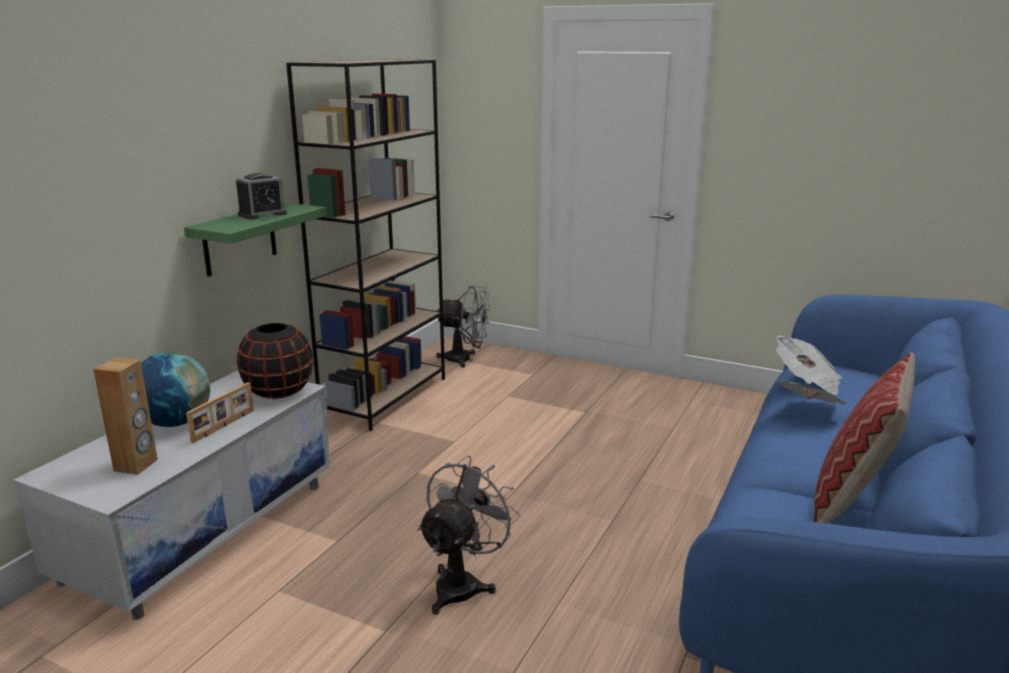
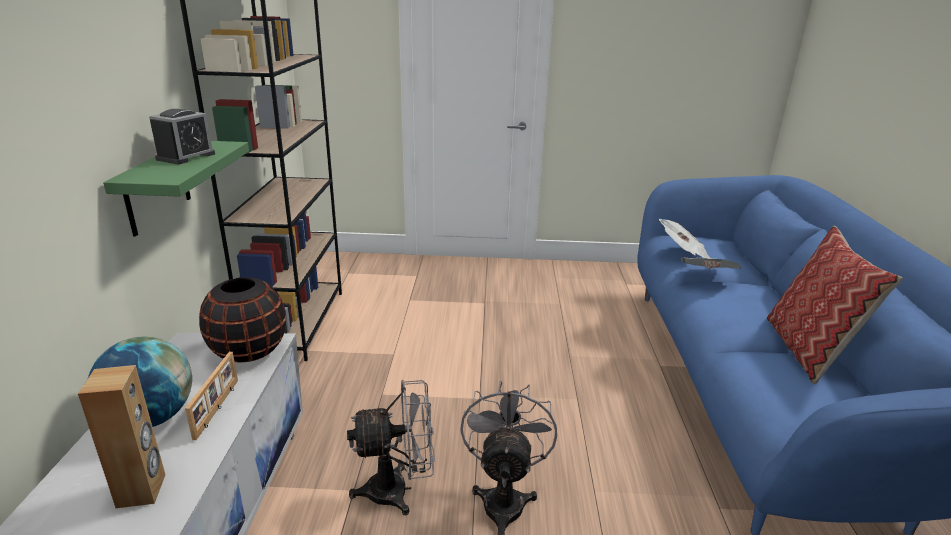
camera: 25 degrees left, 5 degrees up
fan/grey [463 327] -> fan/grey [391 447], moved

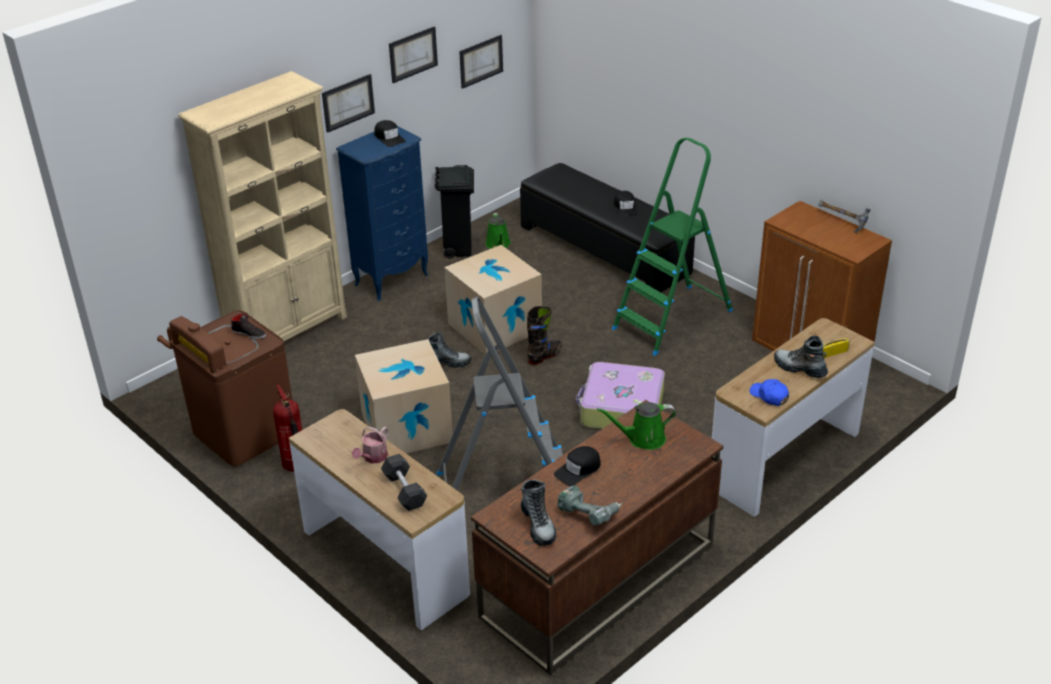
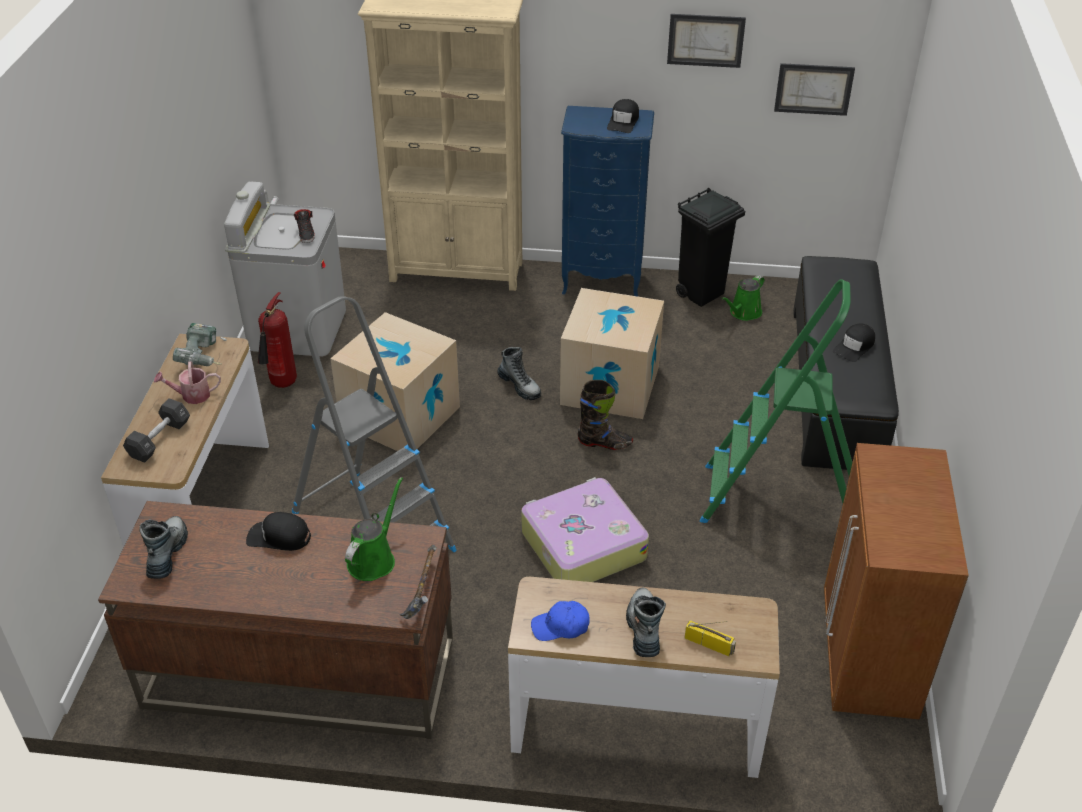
camera: 50 degrees right, 5 degrees up
picture [348 103] -> none
power drill [590 505] -> power drill [200 344], moved
hammer [844 216] -> hammer [418 582], moved
washing machine/brown [224 388] -> washing machine/grey [285 268]
boot [538 512] -> boot [163 547], 150 degrees clockwise
watering can/green [636 426] -> watering can/green [374 529], 75 degrees clockwise
cap/blue [769 392] -> cap/blue [560 621], 105 degrees counterclockwise

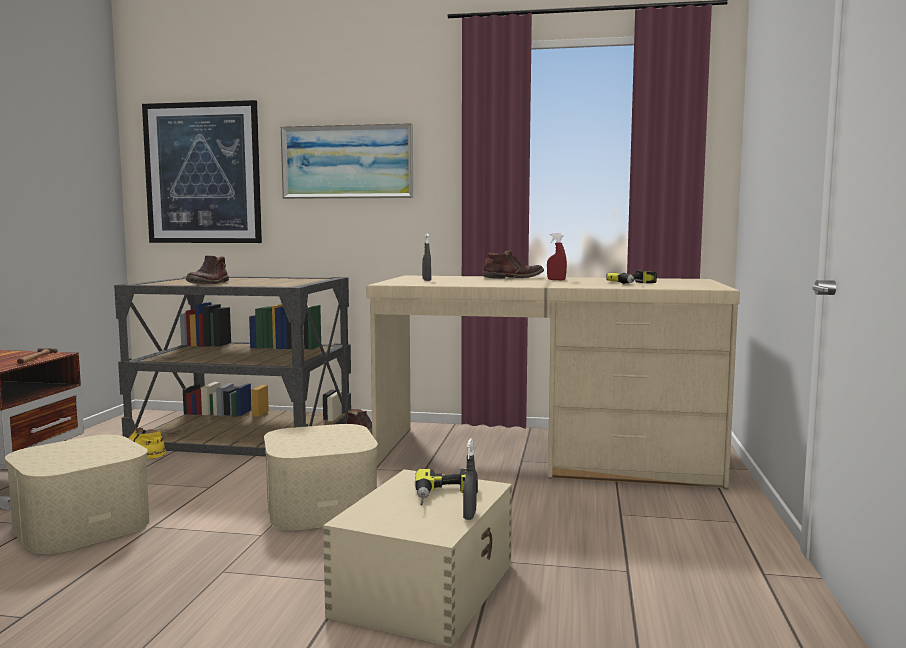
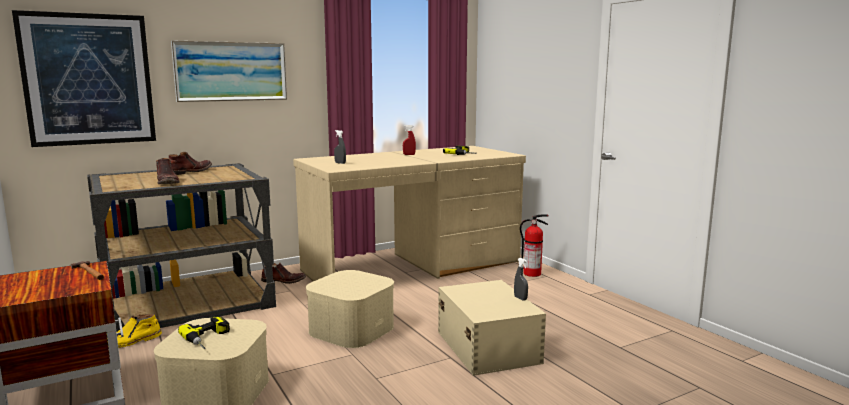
camera: 40 degrees left, 5 degrees up
none -> fire extinguisher [534 245]
power drill [446 486] -> power drill [204 332], moved
boot/brown [513 265] -> boot/brown [190 163], moved

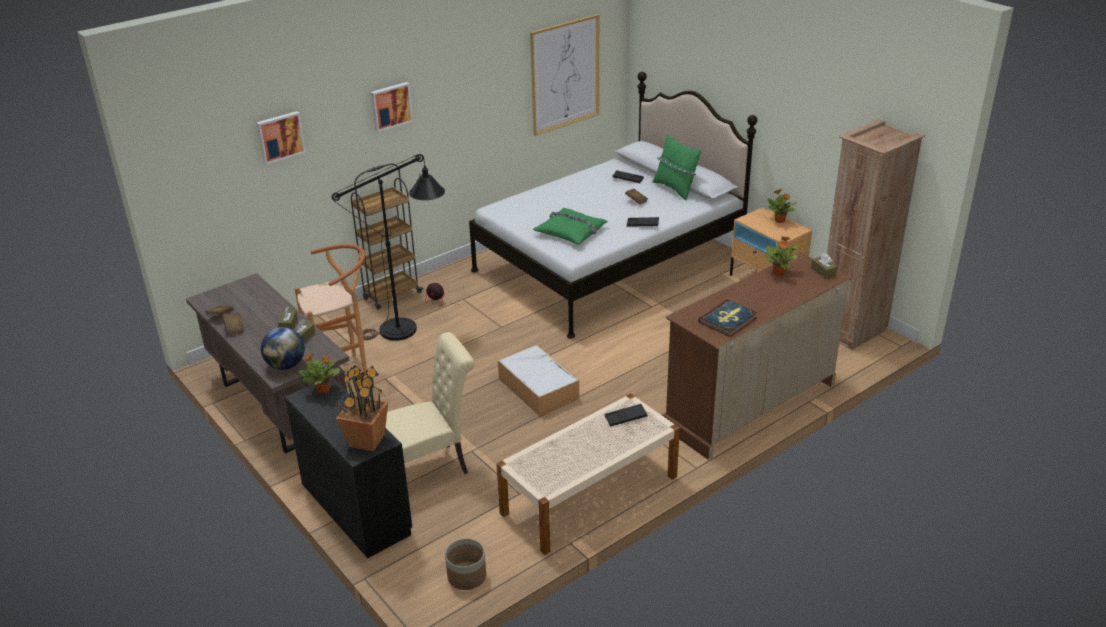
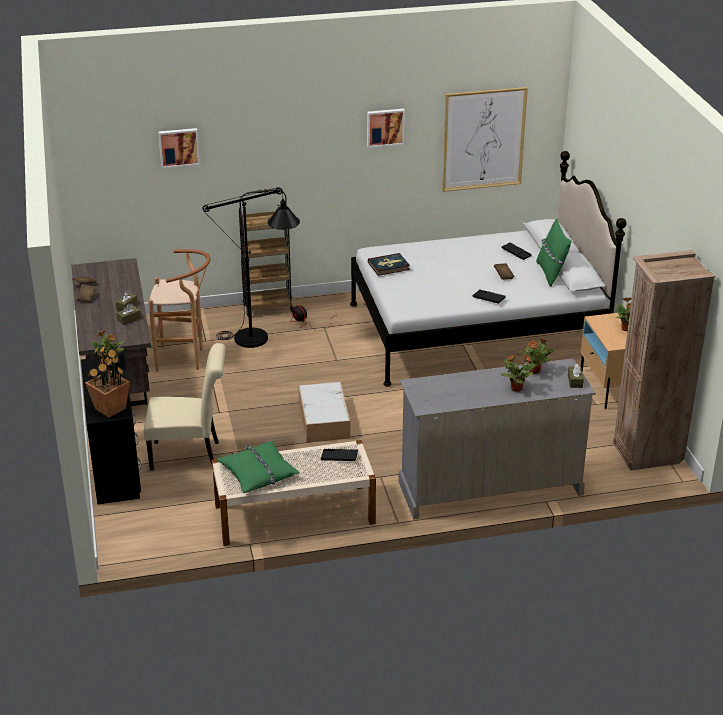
camera: 25 degrees right, 0 degrees up
globe [283 348] -> none
planter [465 564] -> none
none -> potted plant [517 373]
picture [392 107] -> picture [386 128], moved
pillow/green [570 226] -> pillow/green [258 467], moved
book [728 318] -> book [389 264], moved
dresser/brown [756 356] -> dresser/grey [497 439]

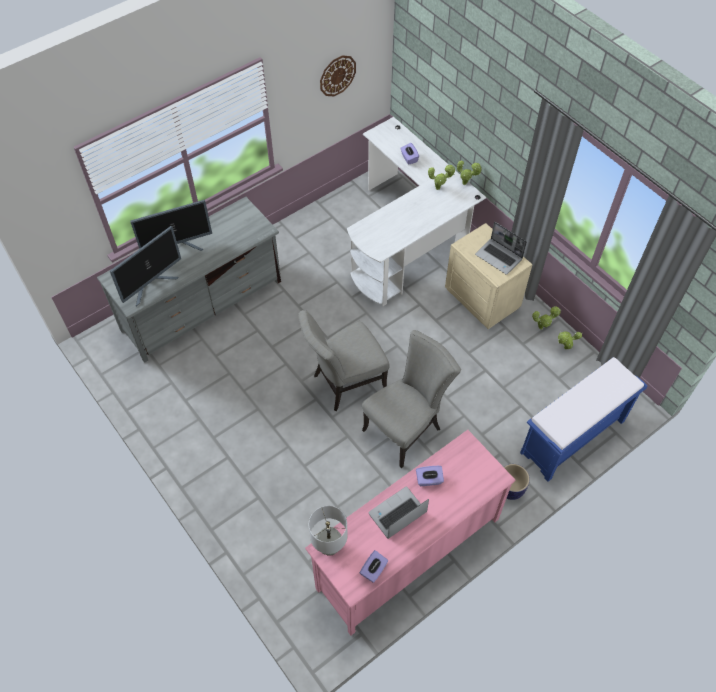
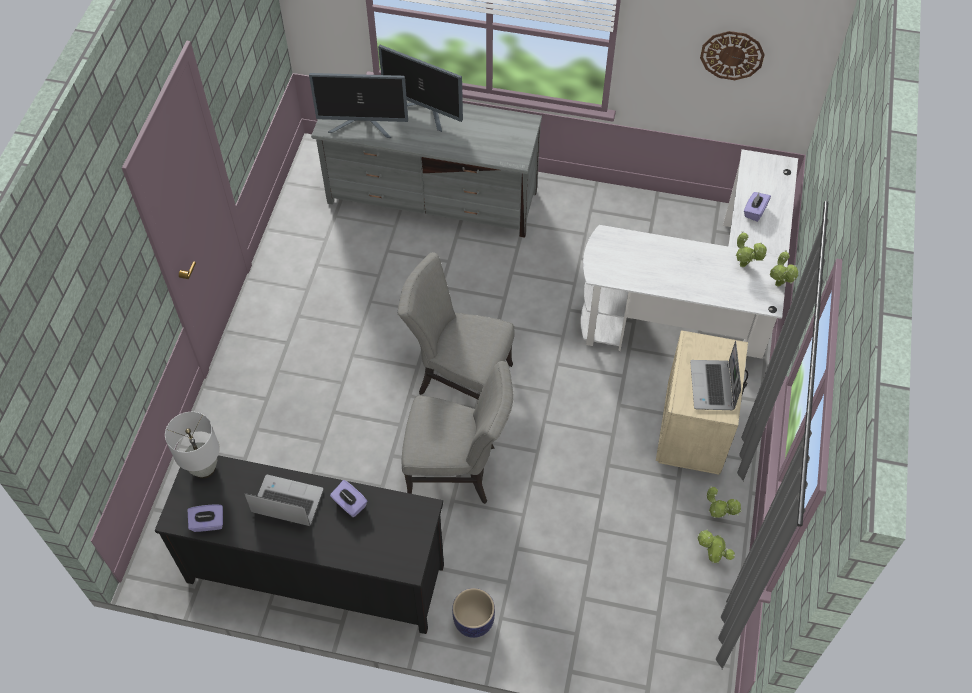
camera: 50 degrees right, 0 degrees up
bench/blue [584 419] -> none
dresser/pink [410 532] -> dresser/black [299 544]

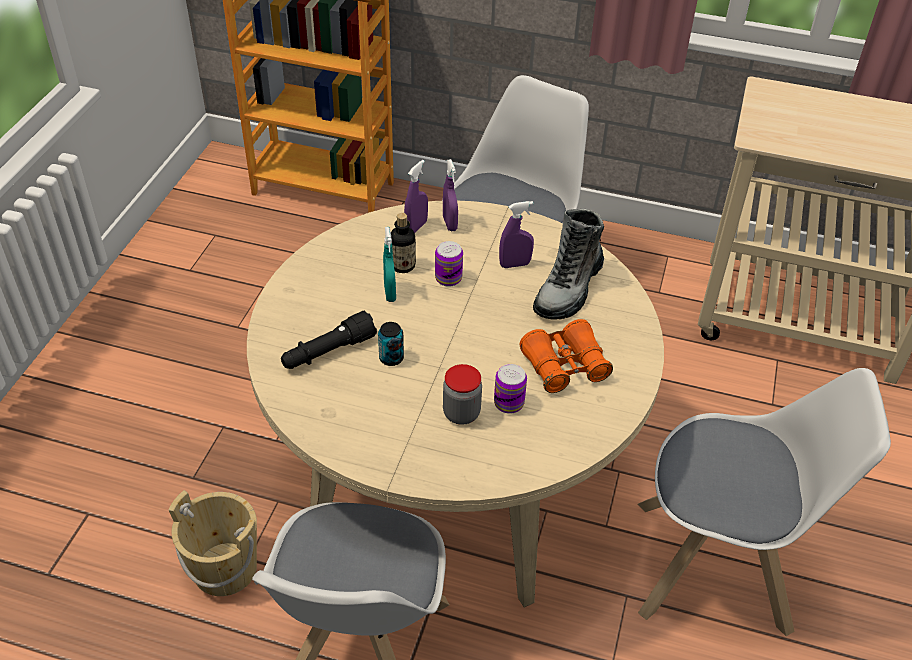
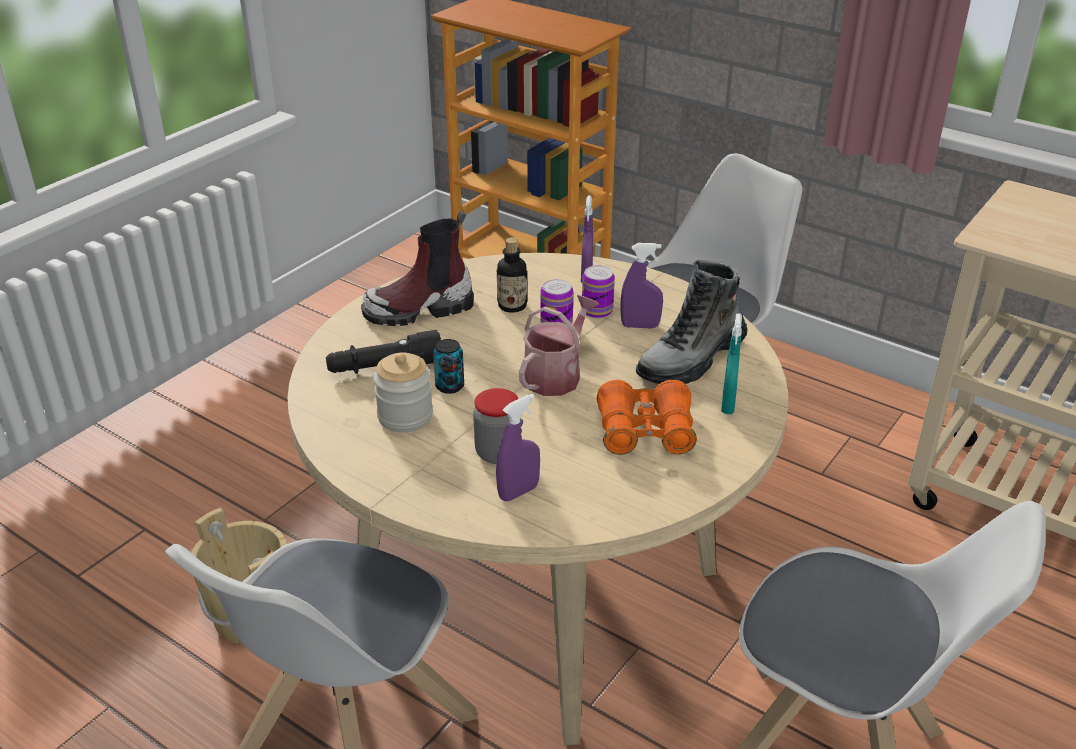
camera: 20 degrees right, 10 degrees down
none -> boot [417 268]
none -> jar [403 392]
none -> watering can [559 345]
spray bottle/turquoise [389 264] -> spray bottle/turquoise [731 364], moved
spray bottle/purple [416 196] -> spray bottle/purple [518 447], moved
can [510 389] -> can [598 292], moved

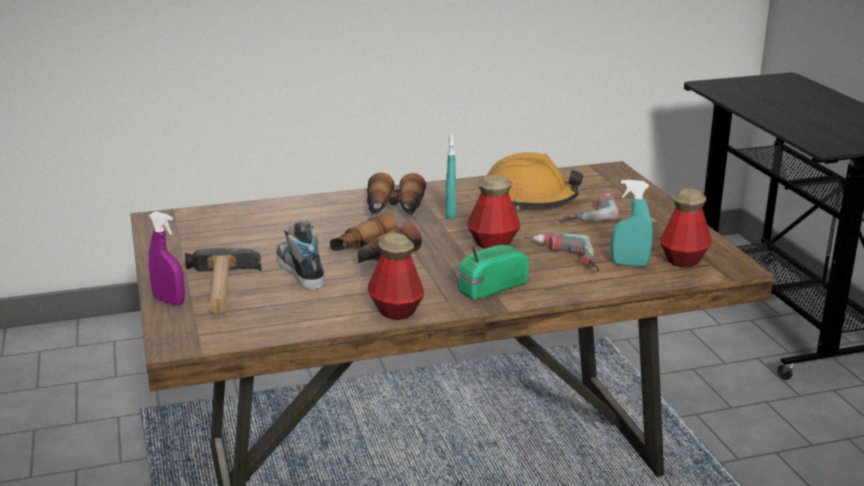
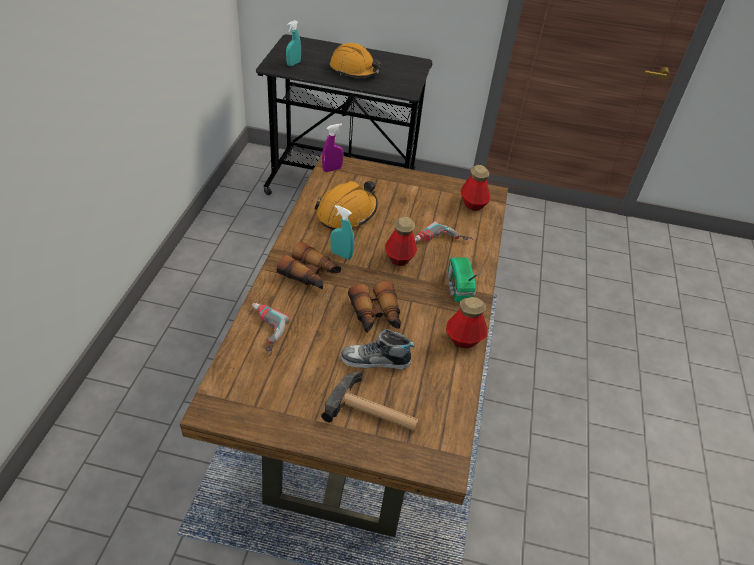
camera: 65 degrees left, 20 degrees up
none -> hard hat/orange [355 60]
spray bottle/purple [167 258] -> spray bottle/purple [332 147], moved
power drill [589 208] -> power drill [271 330], moved
spray bottle/turquoise [632 223] -> spray bottle/turquoise [293 43], moved

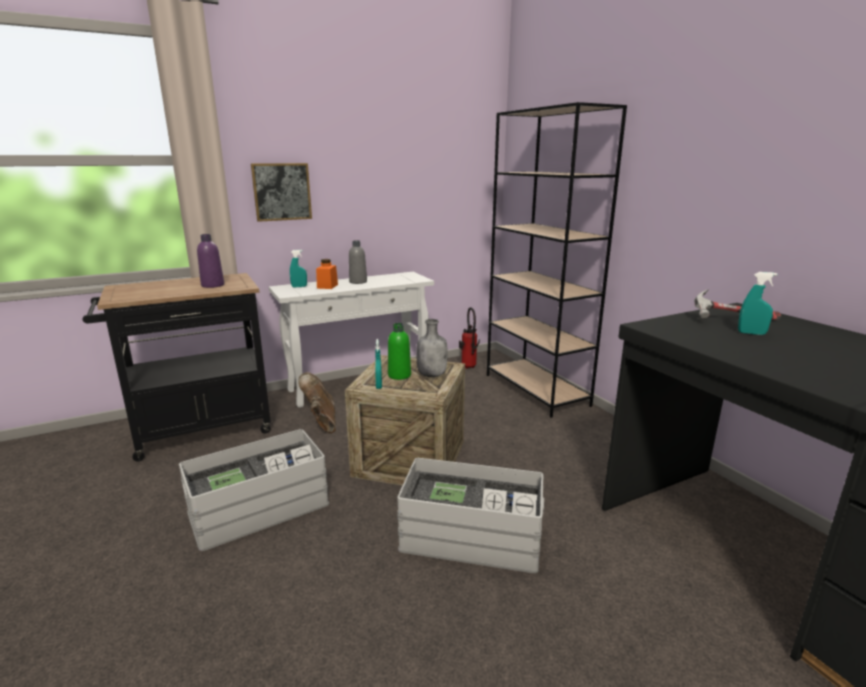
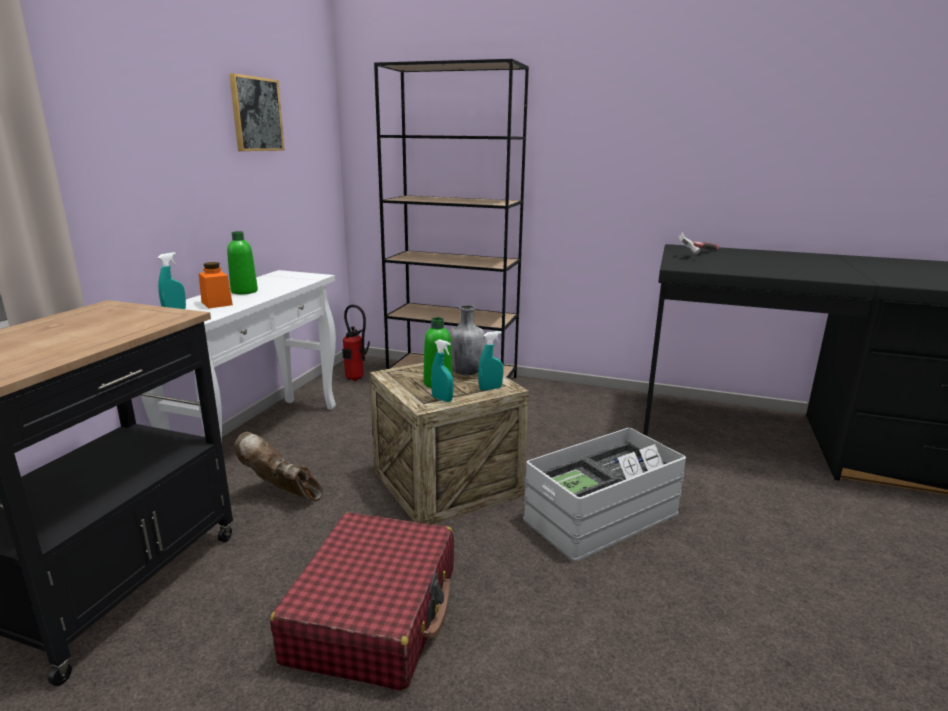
camera: 45 degrees left, 0 degrees up
bottle/purple [210 261] -> none
picture [281 192] -> picture [257 112], moved
spray bottle/turquoise [758 303] -> spray bottle/turquoise [490 360], moved
storage box/grey [254 490] -> suitcase/red [362 601]
bottle/grey [358 262] -> bottle/green [242 262]

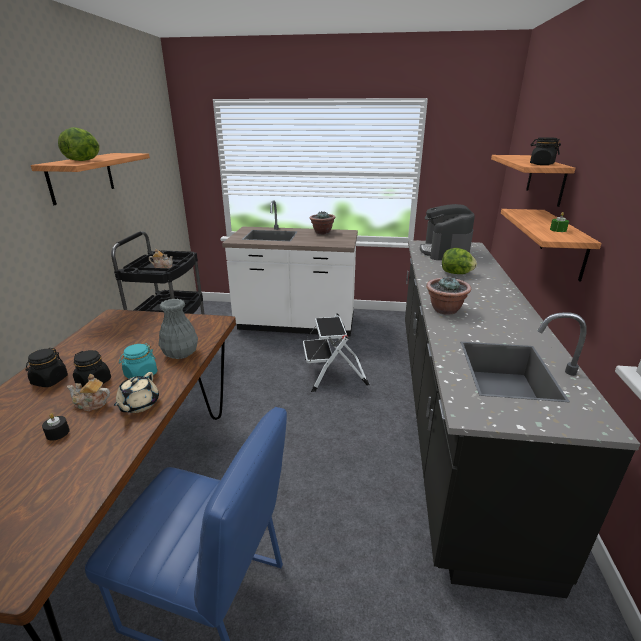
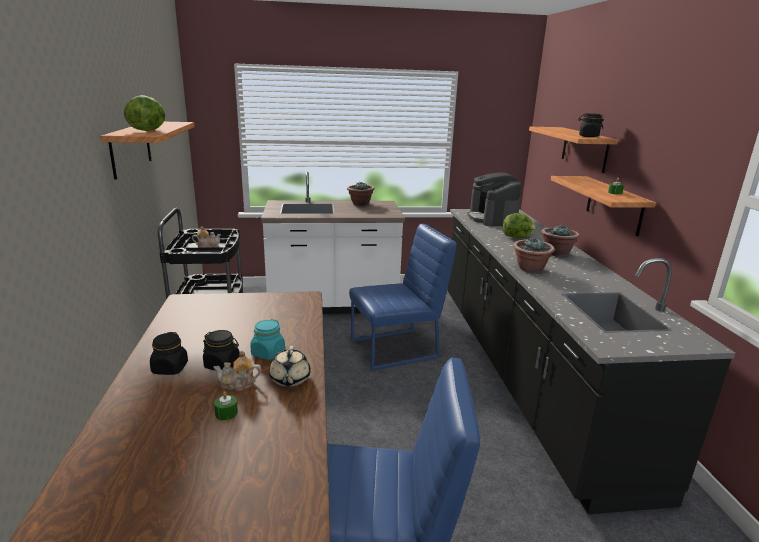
camera: 15 degrees left, 5 degrees down
vase/grey [178 329] -> none
none -> potted plant [560 241]
step ladder [336 352] -> chair/blue [403 297]
candle/black [56 426] -> candle/green [226 405]

